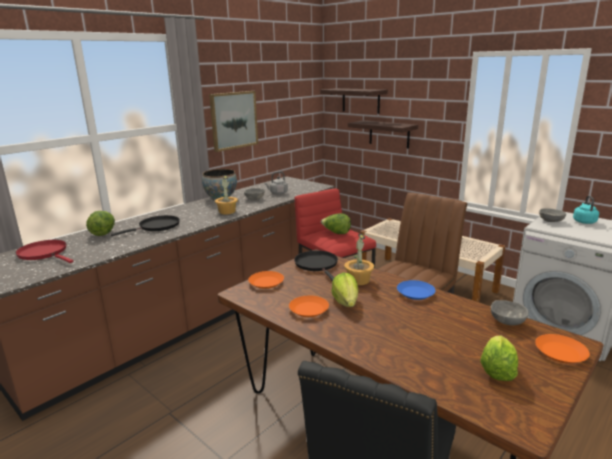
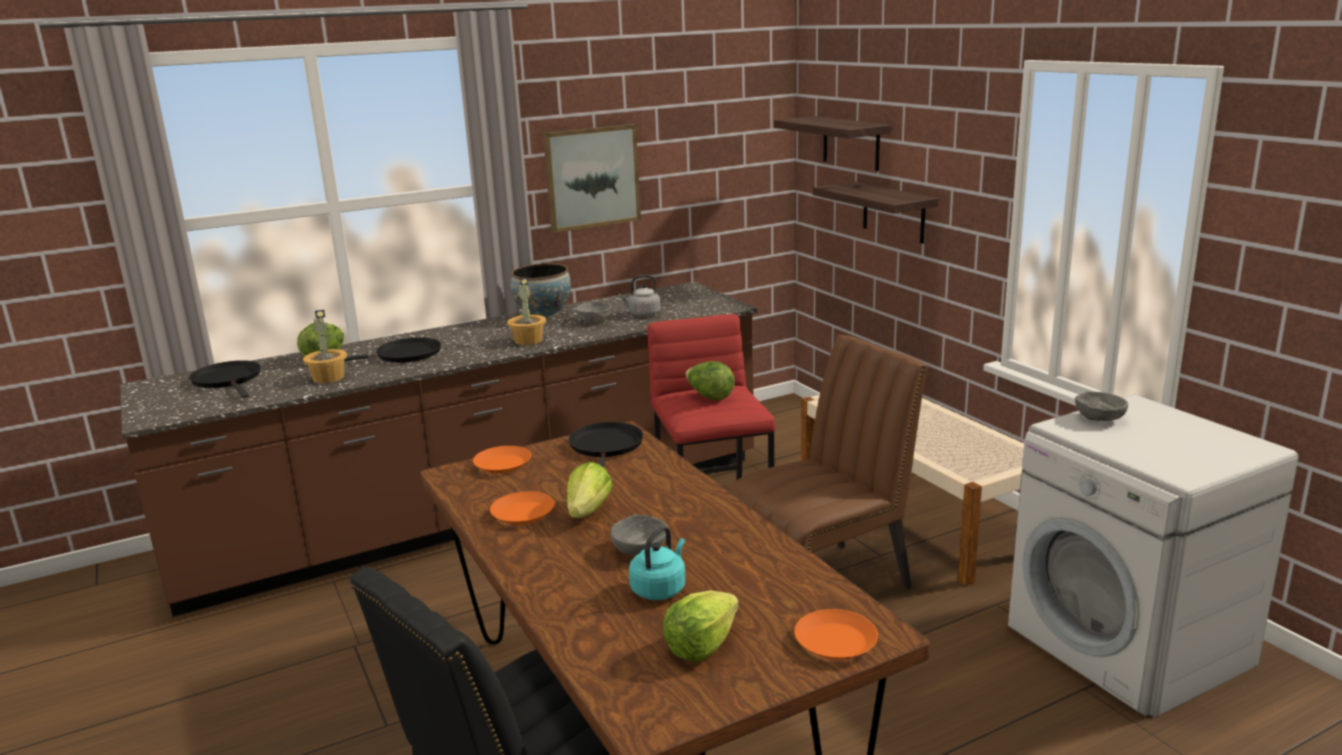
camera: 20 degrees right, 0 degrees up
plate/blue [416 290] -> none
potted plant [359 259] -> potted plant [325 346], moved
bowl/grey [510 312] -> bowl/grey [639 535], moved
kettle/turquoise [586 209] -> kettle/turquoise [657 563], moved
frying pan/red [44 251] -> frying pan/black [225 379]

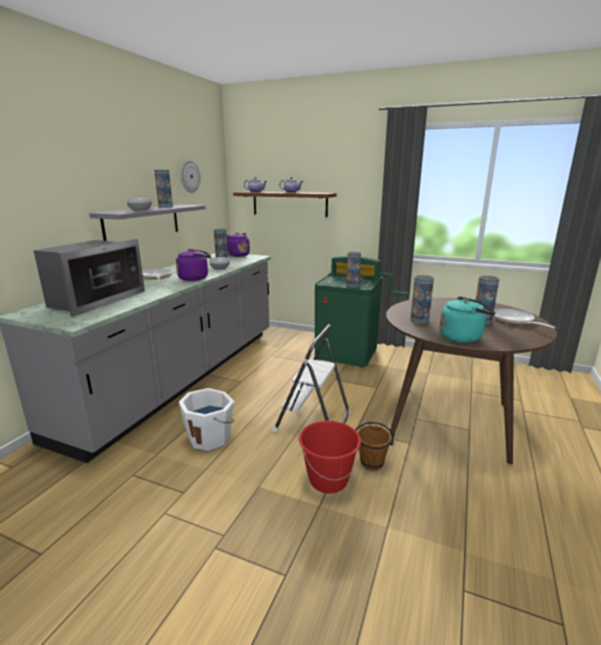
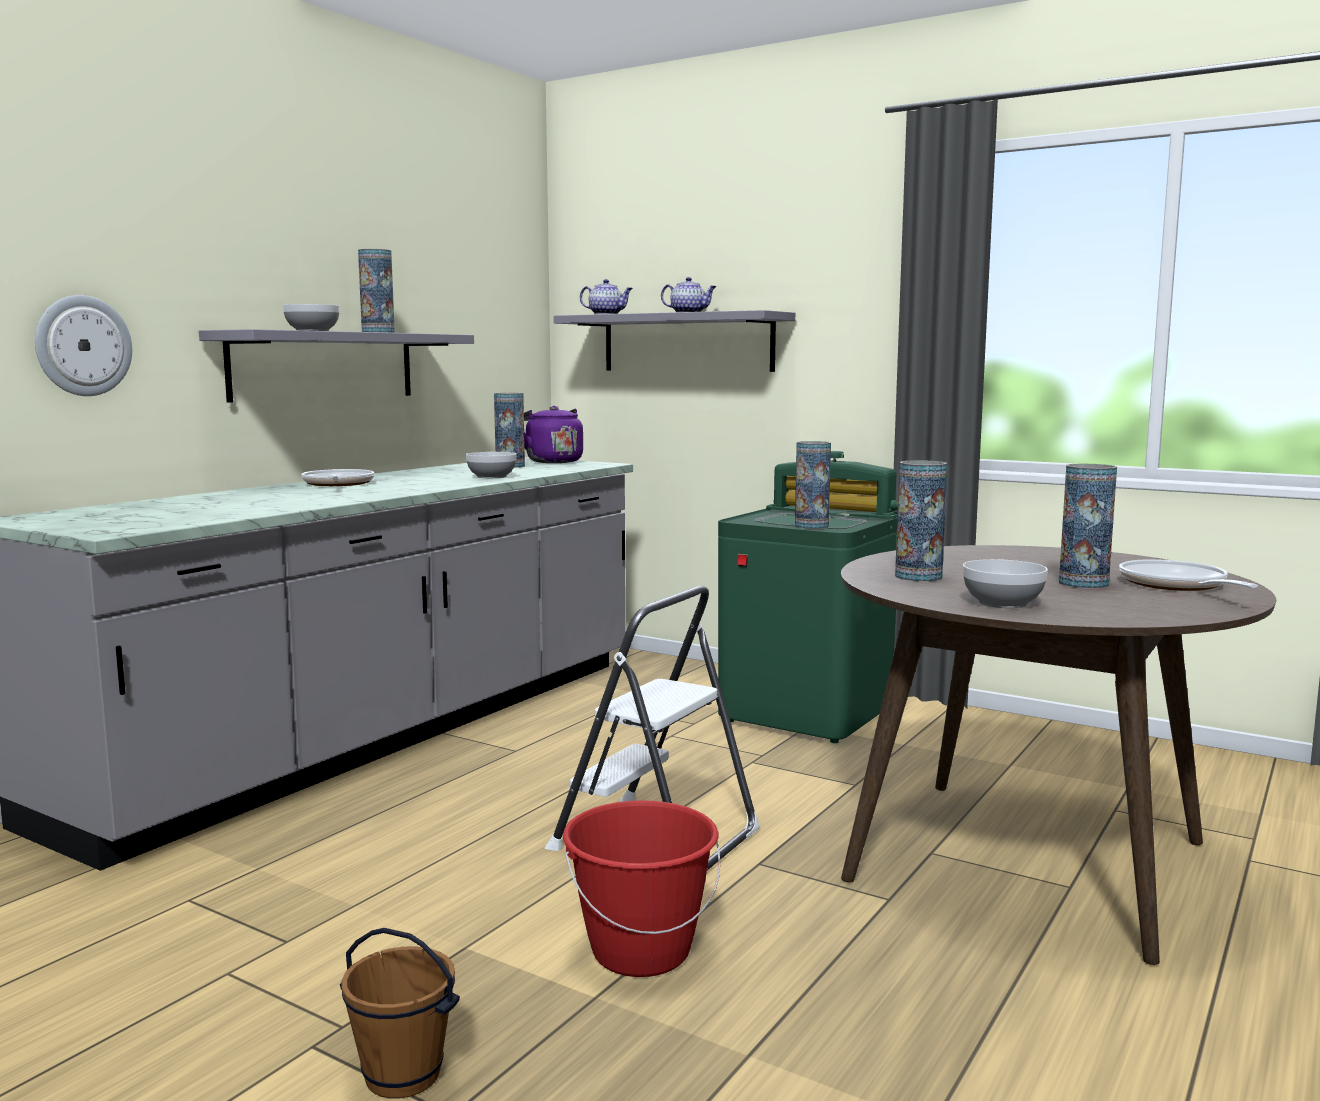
camera: 10 degrees right, 10 degrees down
microwave [89 278] -> none
kettle/purple [193 265] -> none
bucket/white [206 419] -> none
wall clock [191 176] -> wall clock [83 345], moved
bucket/brown [374 446] -> bucket/brown [400 1013], moved
kettle/turquoise [468 319] -> bowl [1005 583]
shelf/brown [285 204] -> shelf/grey [674 341]

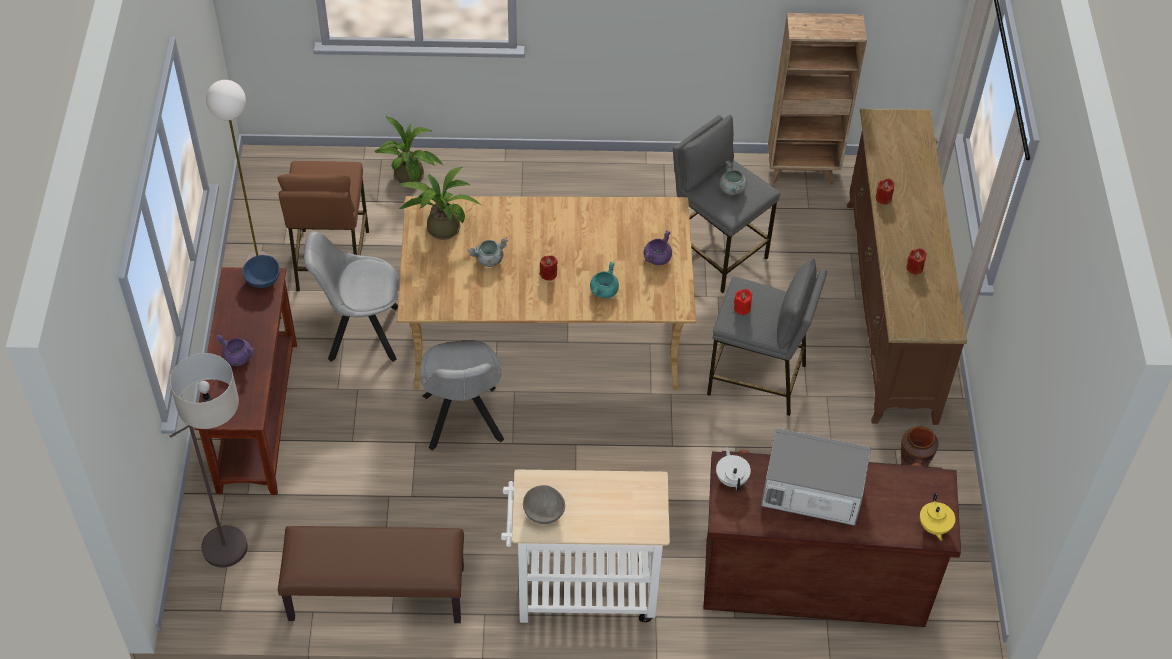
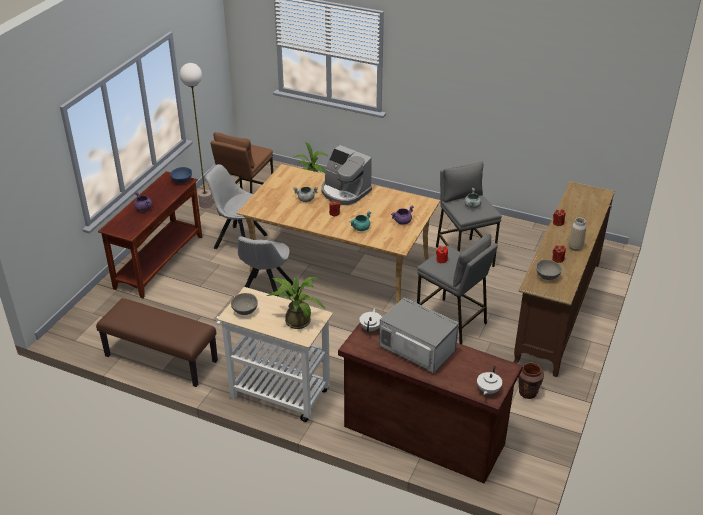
camera: 25 degrees right, 15 degrees down
floor lamp/grey [209 460] -> none
bookcase/brown [817 99] -> none
none -> coffee machine [346 175]
none -> bowl/grey [549 270]
none -> vase [577 234]
potted plant [440 203] -> potted plant [296 303], moved
teapot/yellow [937 517] -> teapot/white [489 380]

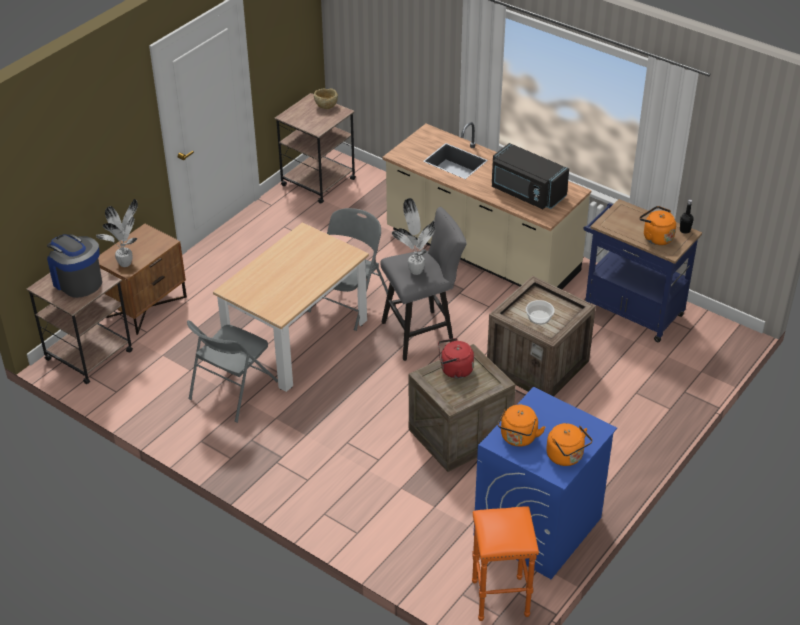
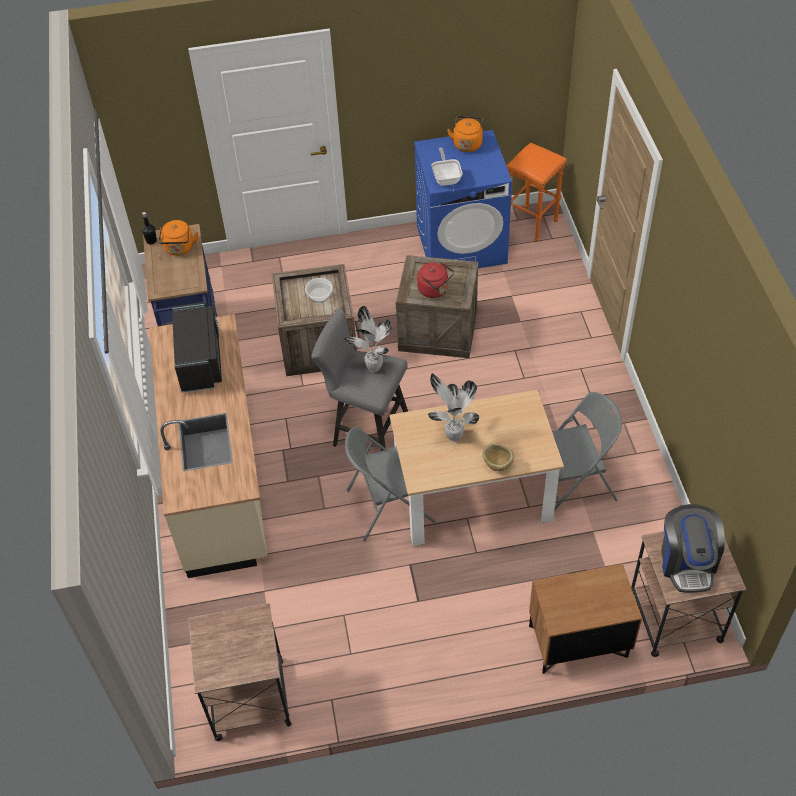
camera: 135 degrees left, 10 degrees up
kettle/orange [522 426] -> none
none -> frying pan [447 167]
potted plant [117 233] -> potted plant [453 407], moved
bowl/beige [326 98] -> bowl/beige [498 457], moved

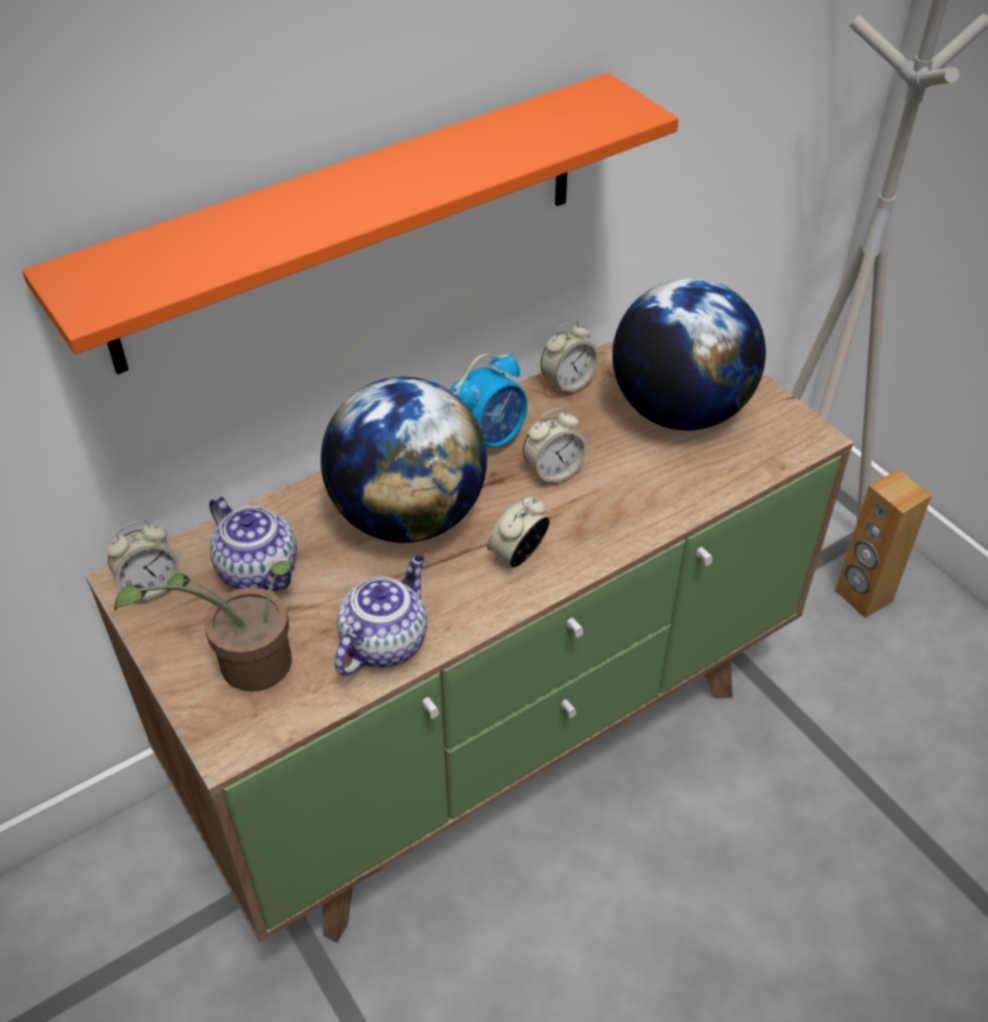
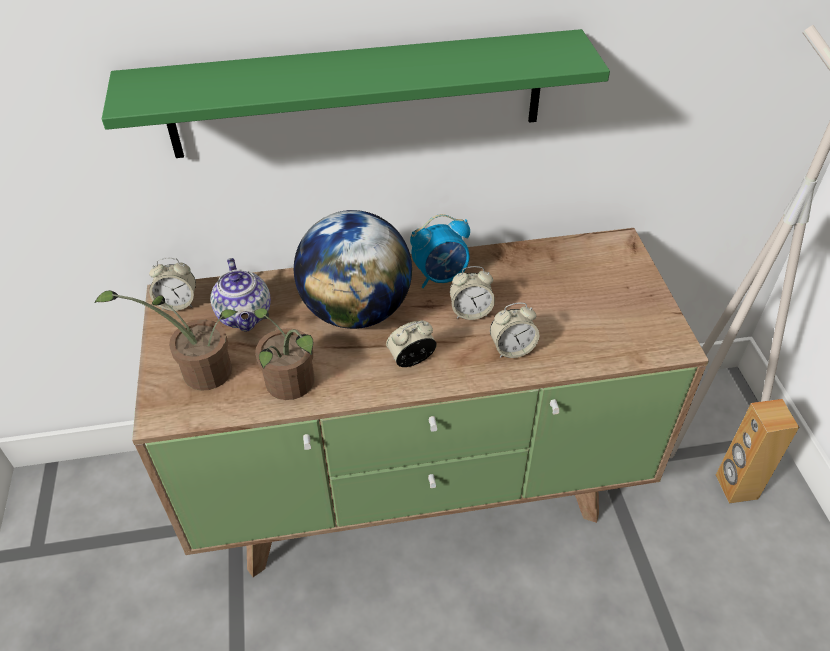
camera: 25 degrees right, 0 degrees up
globe [689 354] -> none
alarm clock [570 358] -> alarm clock [514 330], moved
teapot [381 615] -> potted plant [284 354]
shelf/orange [350 223] -> shelf/green [356 93]

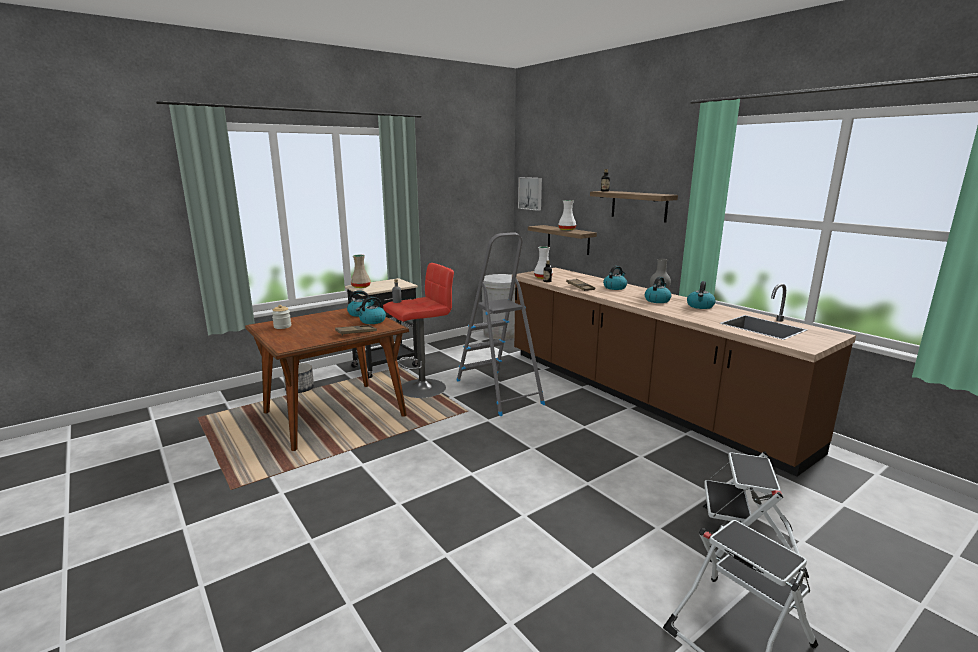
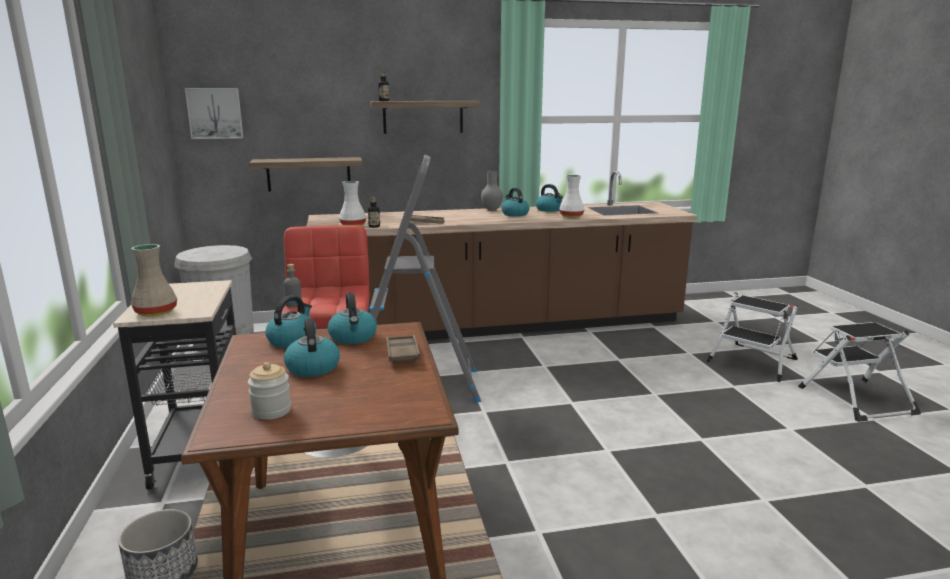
camera: 65 degrees left, 0 degrees up
vase/white [567 215] -> vase/white [571 196], moved
kettle [615 278] -> kettle [312 347], moved

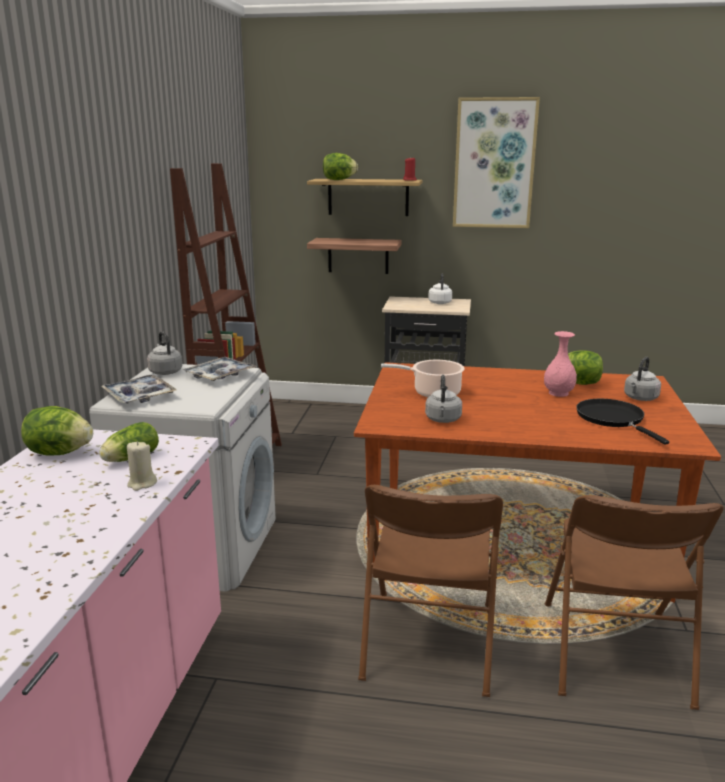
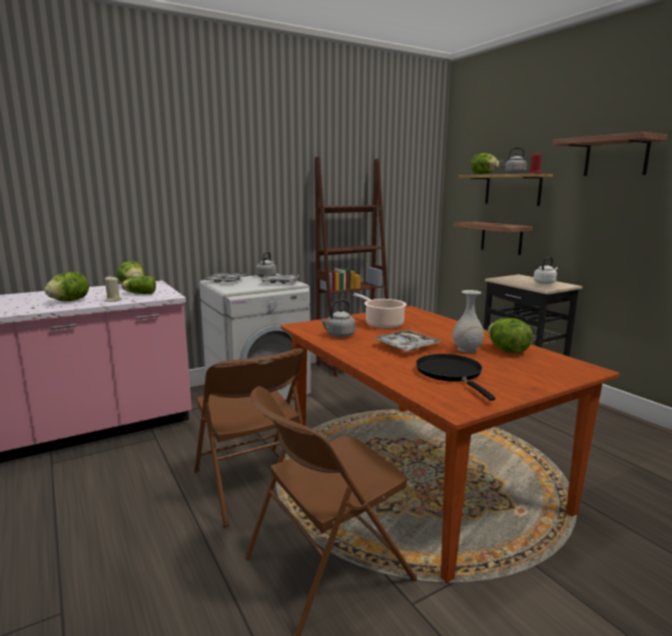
camera: 50 degrees right, 5 degrees down
none -> lettuce [66 286]
none -> tray [406 340]
kettle/grey [642 379] -> kettle/grey [513 160], moved
picture [496 162] -> shelf [609 154]
vase/pink [560 364] -> vase/white [468 321]
chair/brown [430 591] -> chair/brown [249 438], 90 degrees counterclockwise
frying pan/black [622 422] -> frying pan/black [455 377], 45 degrees counterclockwise

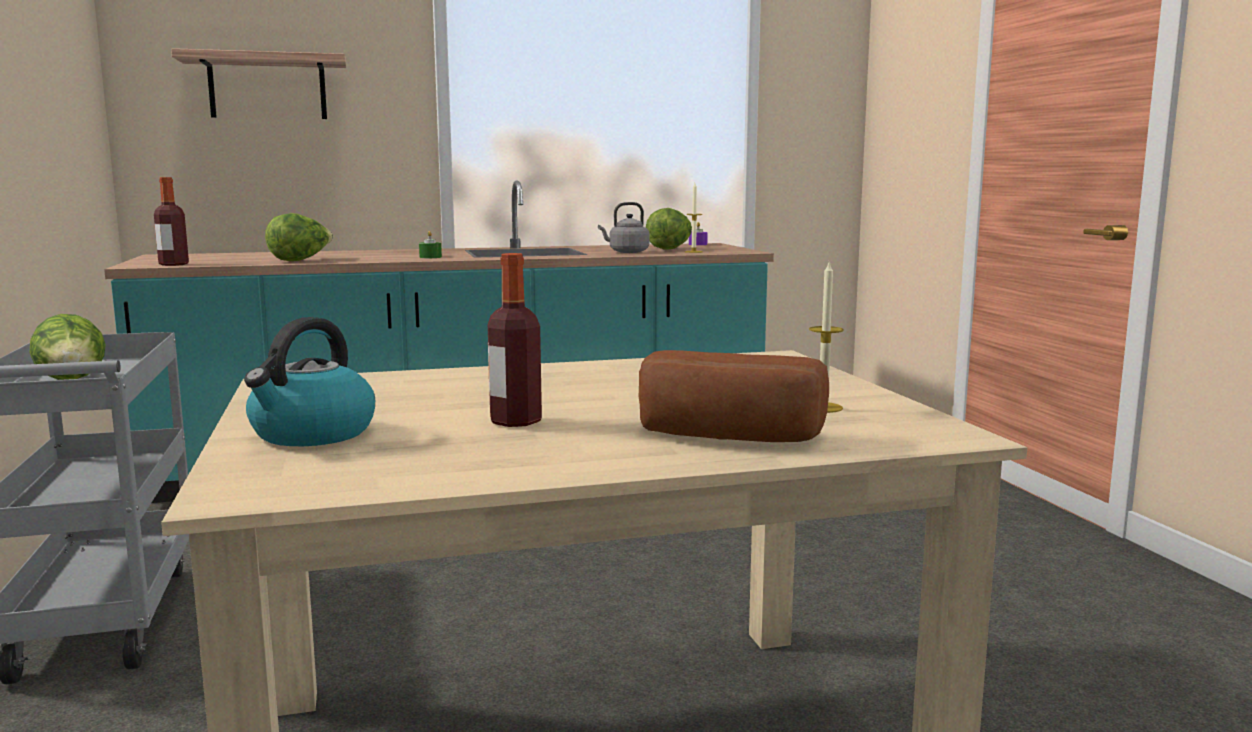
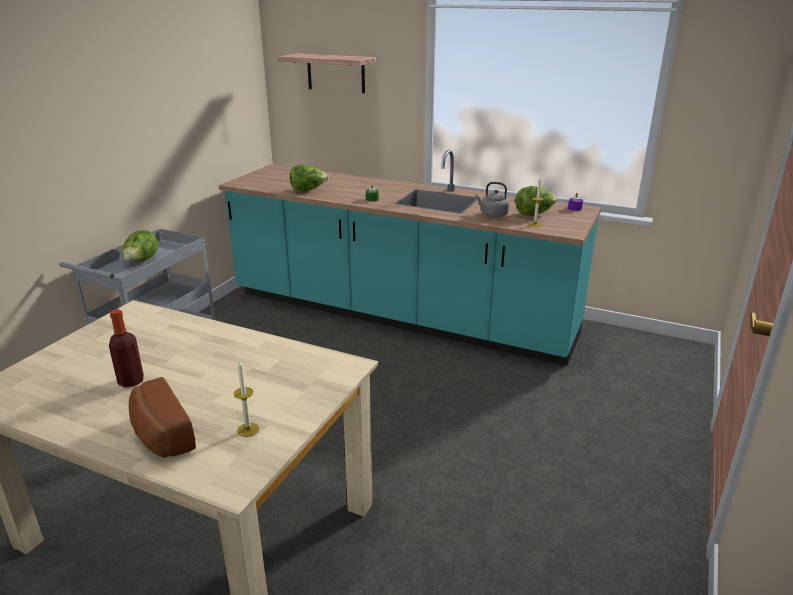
camera: 40 degrees right, 15 degrees up
bottle [171 221] -> none
kettle [309 381] -> none

